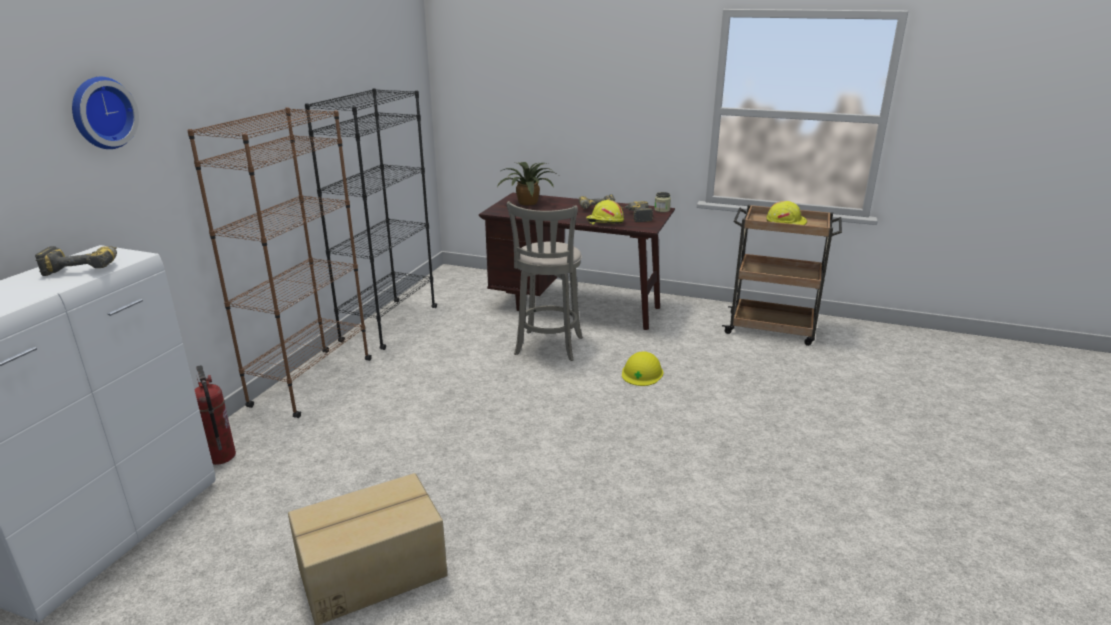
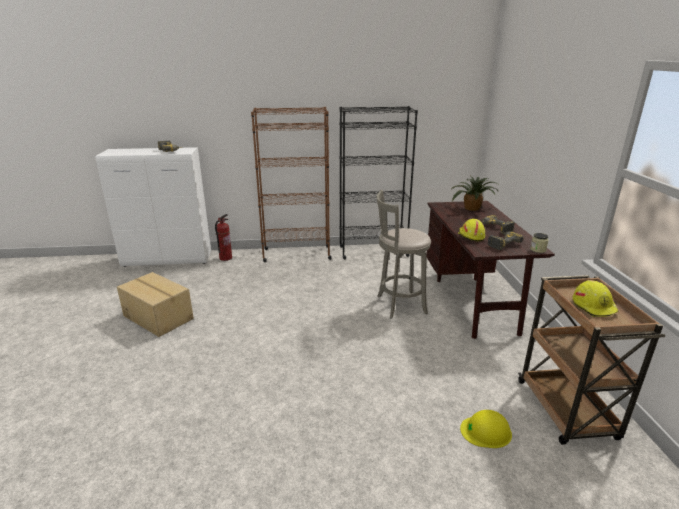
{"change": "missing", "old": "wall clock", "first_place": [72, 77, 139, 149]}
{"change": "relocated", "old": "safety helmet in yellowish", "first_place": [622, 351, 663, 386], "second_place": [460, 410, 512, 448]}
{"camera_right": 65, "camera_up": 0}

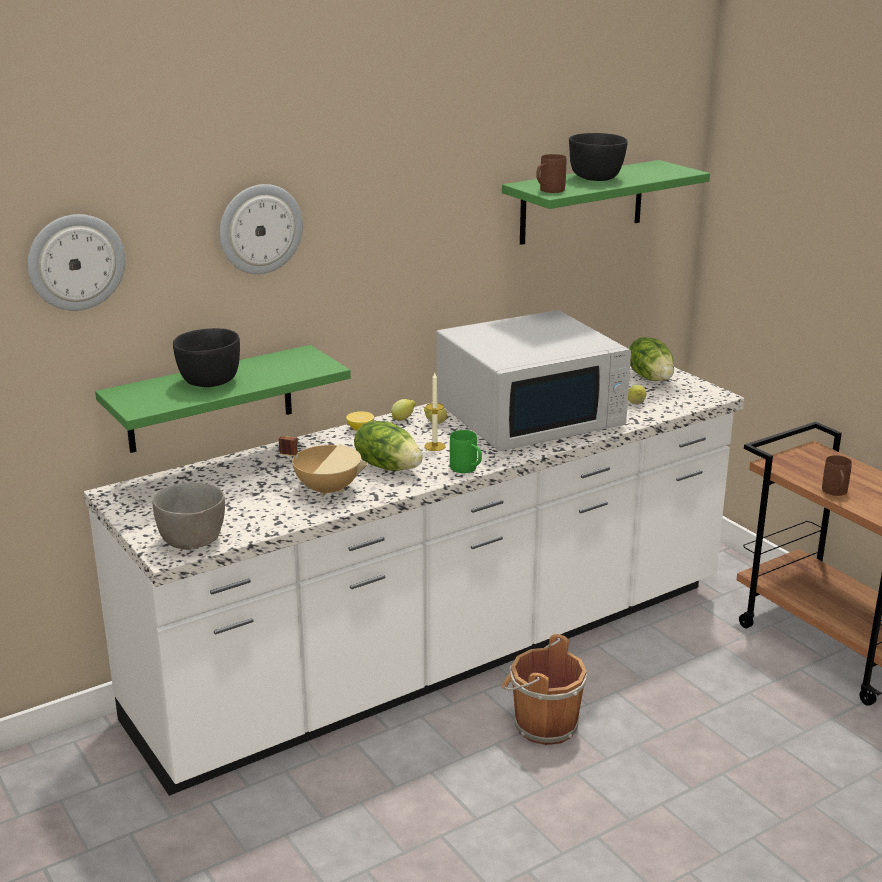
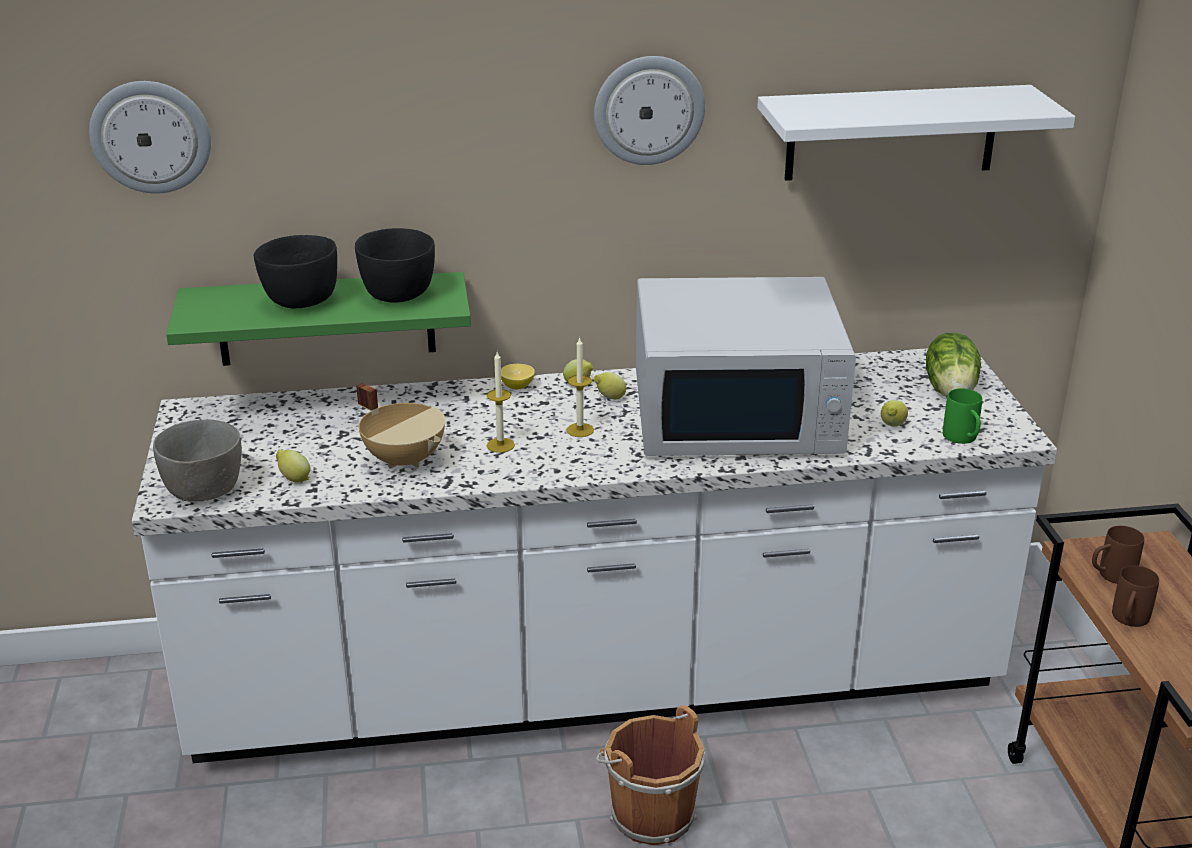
{"change": "relocated", "old": "wall clock", "first_place": [219, 184, 303, 274], "second_place": [594, 56, 705, 165]}
{"change": "exchanged", "old": "lettuce head", "new": "wax candle", "first_place": [354, 421, 423, 471], "second_place": [487, 352, 515, 453]}
{"change": "relocated", "old": "tea mug in greenish", "first_place": [450, 430, 482, 473], "second_place": [943, 388, 982, 444]}
{"change": "colour", "old": "wall shelf in greenish", "new": "wall shelf in white", "first_place": [502, 160, 710, 245], "second_place": [757, 85, 1075, 181]}
{"change": "relocated", "old": "tea mug in brownish", "first_place": [536, 154, 566, 193], "second_place": [1092, 526, 1144, 584]}
{"change": "relocated", "old": "serving bowl in blackish", "first_place": [569, 133, 628, 181], "second_place": [355, 228, 435, 303]}
{"change": "appeared", "new": "whole lemon", "second_place": [276, 450, 311, 483]}
{"camera_right": 25, "camera_up": 5}

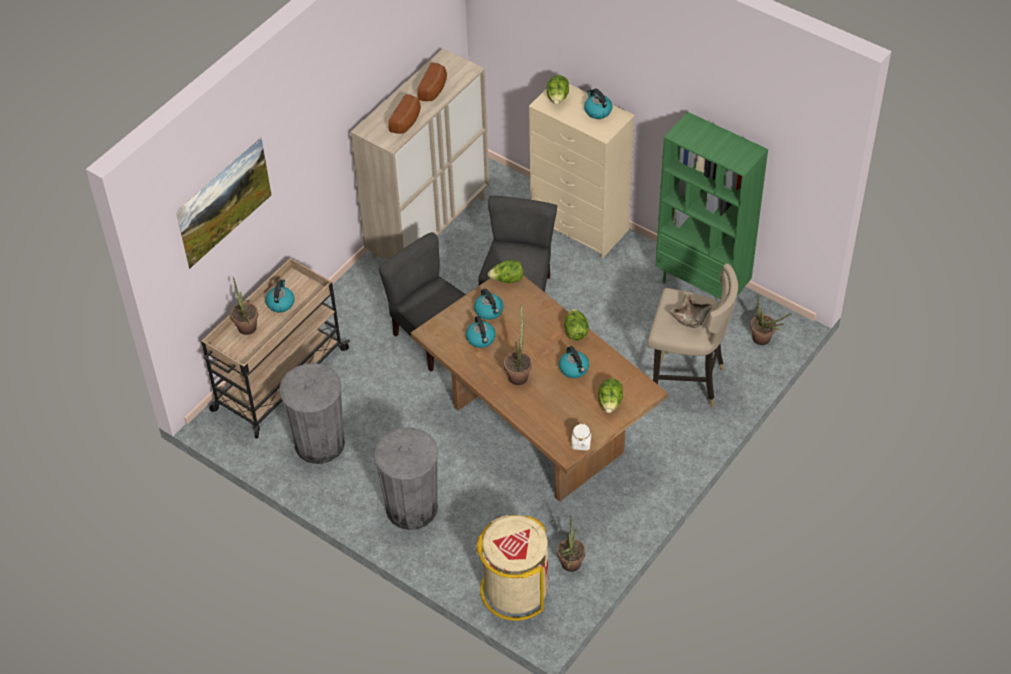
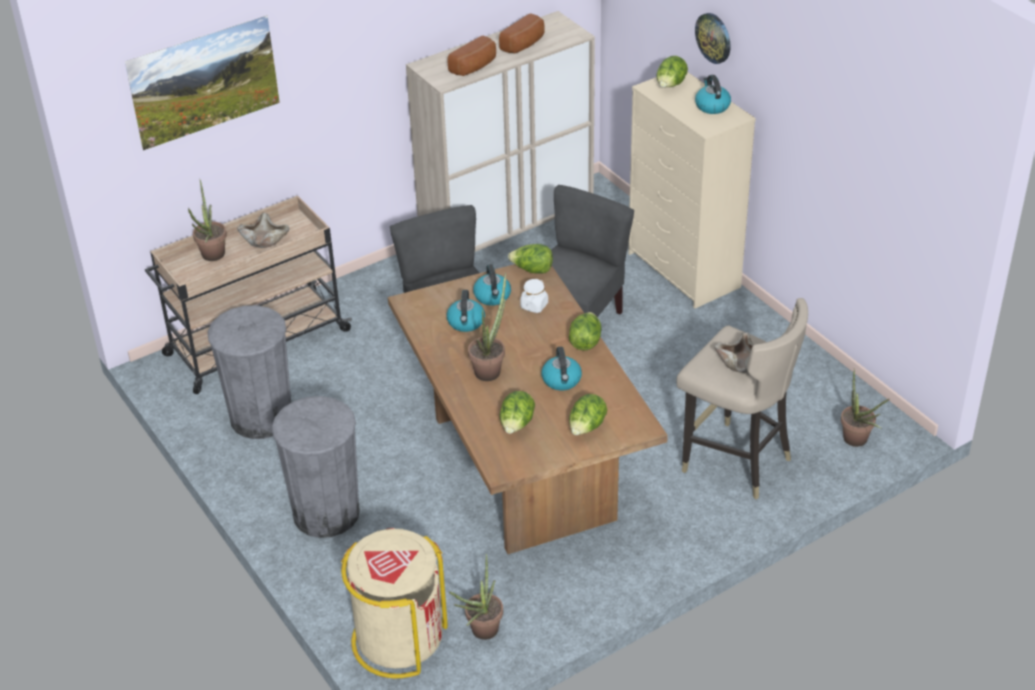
{"change": "exchanged", "old": "tea kettle", "new": "serving bowl in sand-coloured", "first_place": [265, 279, 295, 312], "second_place": [237, 213, 290, 248]}
{"change": "relocated", "old": "storage jar in white", "first_place": [571, 423, 591, 450], "second_place": [520, 279, 548, 313]}
{"change": "missing", "old": "bookcase in greenish", "first_place": [655, 112, 768, 299]}
{"change": "appeared", "new": "lettuce head", "second_place": [499, 391, 535, 434]}
{"change": "appeared", "new": "wall clock", "second_place": [695, 13, 730, 64]}
{"camera_right": 20, "camera_up": -10}

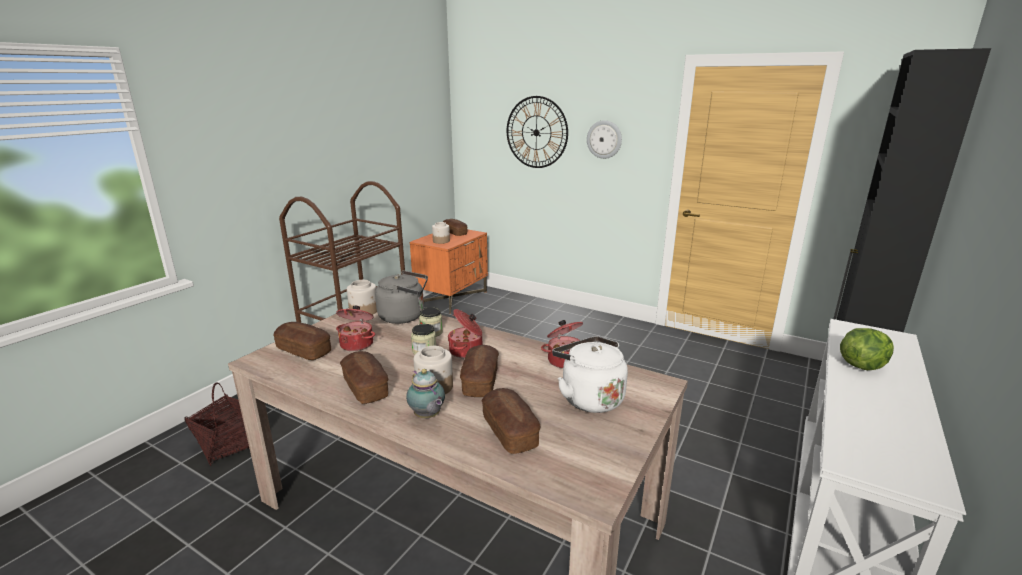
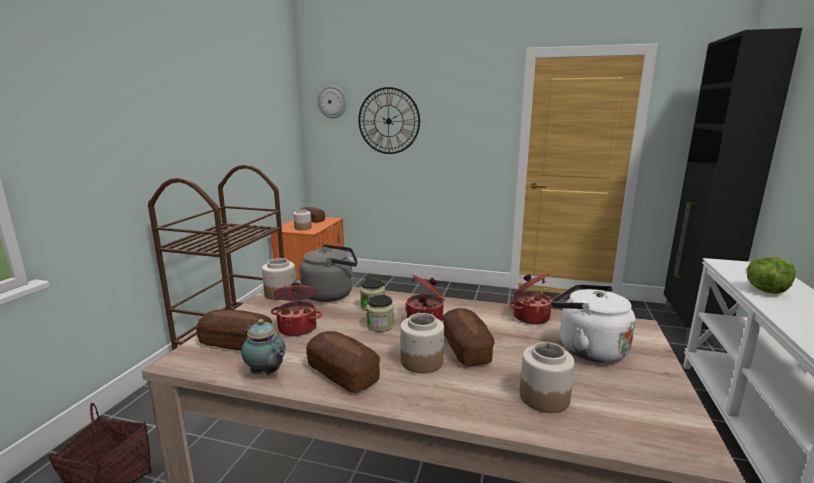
{"change": "relocated", "old": "teapot", "first_place": [406, 369, 445, 418], "second_place": [241, 319, 286, 375]}
{"change": "exchanged", "old": "bakery bread", "new": "storage jar", "first_place": [482, 388, 540, 454], "second_place": [519, 342, 575, 413]}
{"change": "relocated", "old": "wall clock", "first_place": [587, 120, 622, 159], "second_place": [317, 85, 347, 118]}
{"camera_right": -15, "camera_up": -5}

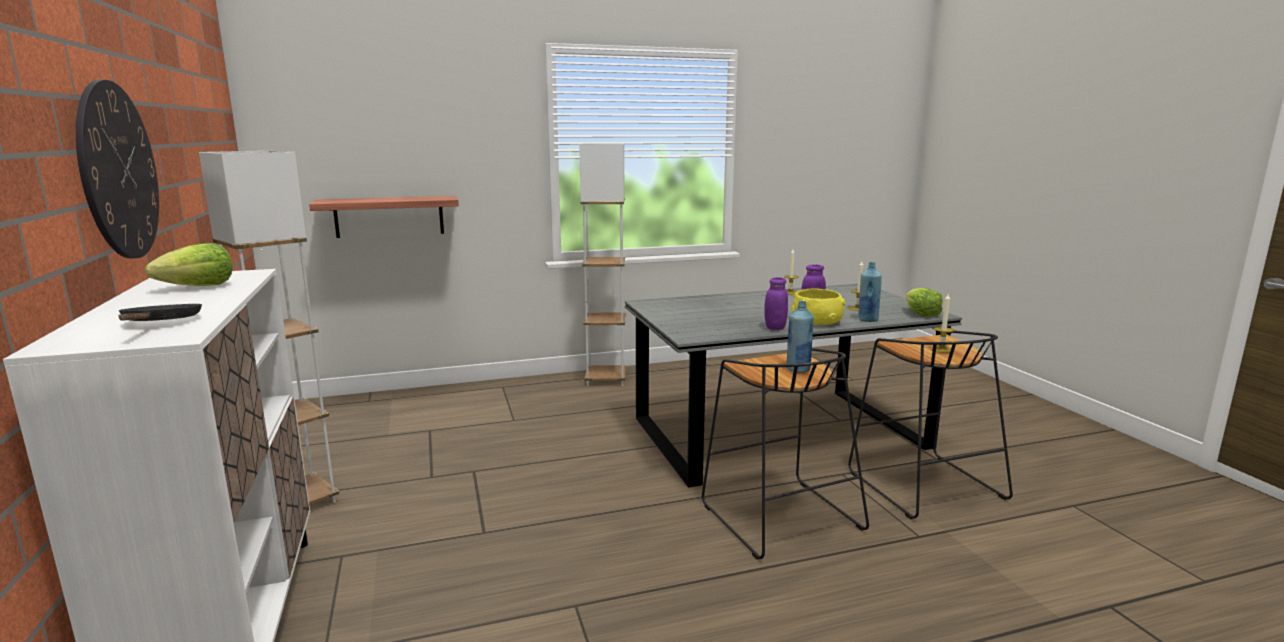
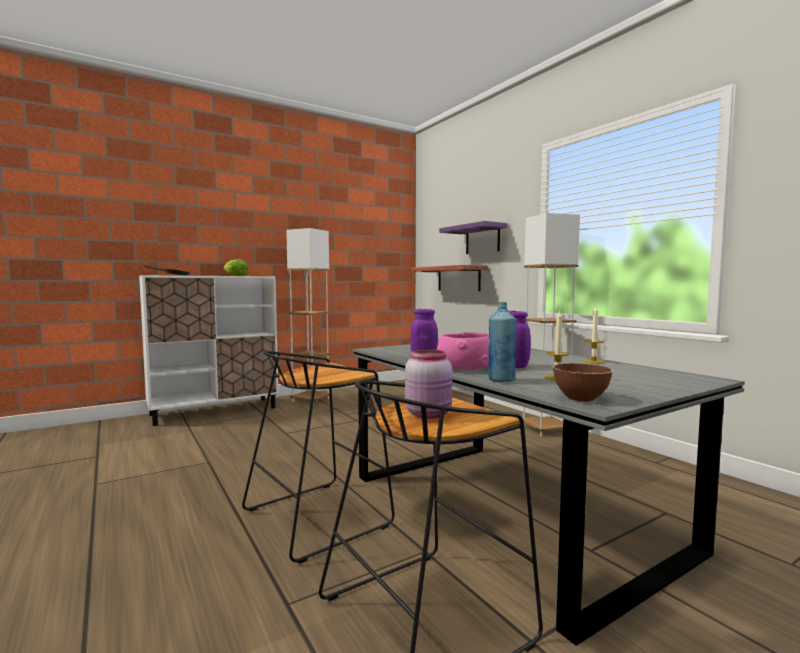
{"change": "missing", "old": "wall clock", "first_place": [76, 80, 159, 259]}
{"change": "missing", "old": "beverage bottle in blue", "first_place": [786, 301, 814, 373]}
{"change": "colour", "old": "serving bowl in yellowish", "new": "serving bowl in pink", "first_place": [791, 288, 846, 325], "second_place": [437, 332, 489, 370]}
{"change": "exchanged", "old": "lettuce head", "new": "serving bowl in brownish", "first_place": [906, 288, 942, 317], "second_place": [553, 363, 613, 402]}
{"change": "exchanged", "old": "wax candle", "new": "storage jar in pink", "first_place": [930, 294, 954, 353], "second_place": [405, 349, 453, 419]}
{"change": "appeared", "new": "wall shelf in purplish", "second_place": [439, 221, 508, 254]}
{"camera_right": 75, "camera_up": -10}

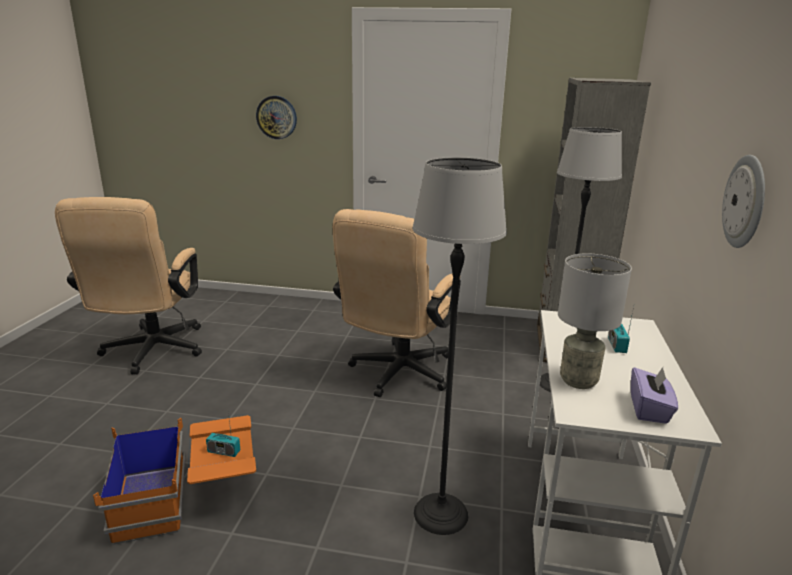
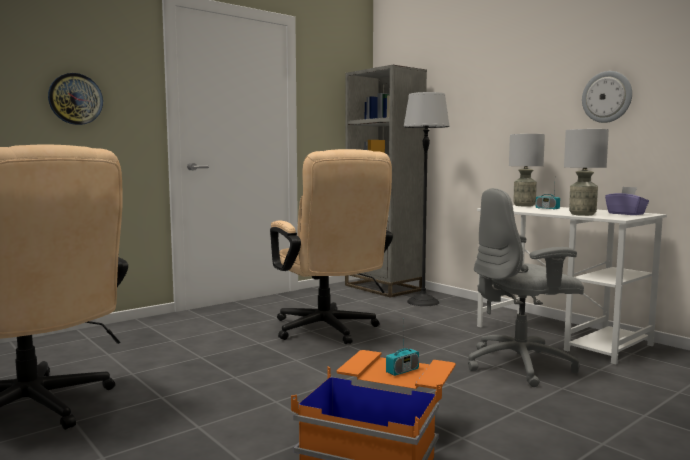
{"change": "exchanged", "old": "floor lamp", "new": "computer chair in grey", "first_place": [413, 157, 507, 535], "second_place": [468, 188, 584, 387]}
{"change": "appeared", "new": "lamp for a table in grey", "second_place": [509, 134, 545, 207]}
{"camera_right": -50, "camera_up": -15}

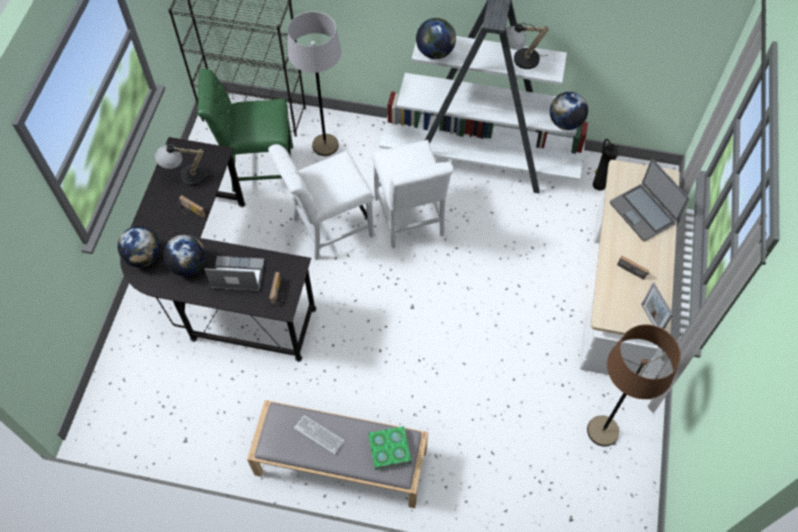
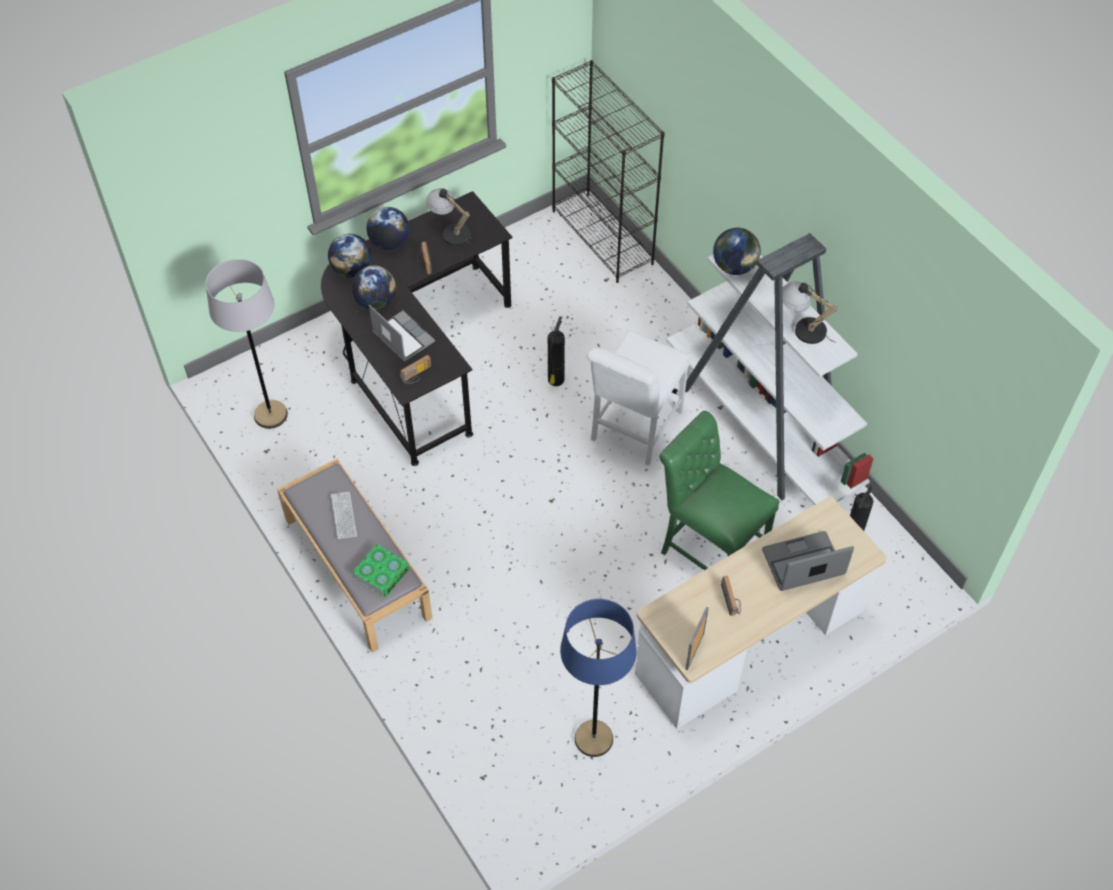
{"change": "relocated", "old": "chair in greenish", "first_place": [197, 69, 293, 192], "second_place": [659, 411, 779, 570]}
{"change": "exchanged", "old": "chair in white", "new": "fire-fighting cylinder", "first_place": [268, 144, 374, 260], "second_place": [548, 316, 565, 386]}
{"change": "relocated", "old": "floor lamp in grey", "first_place": [288, 11, 341, 156], "second_place": [206, 259, 288, 429]}
{"change": "relocated", "old": "globe", "first_place": [550, 92, 588, 130], "second_place": [367, 207, 410, 250]}
{"change": "colour", "old": "floor lamp in brownish", "new": "floor lamp in blue", "first_place": [587, 324, 681, 447], "second_place": [560, 599, 637, 757]}
{"change": "spun", "old": "portable computer", "first_place": [610, 159, 689, 241], "second_place": [762, 531, 854, 591], "degrees": 60}
{"camera_right": 45, "camera_up": -5}

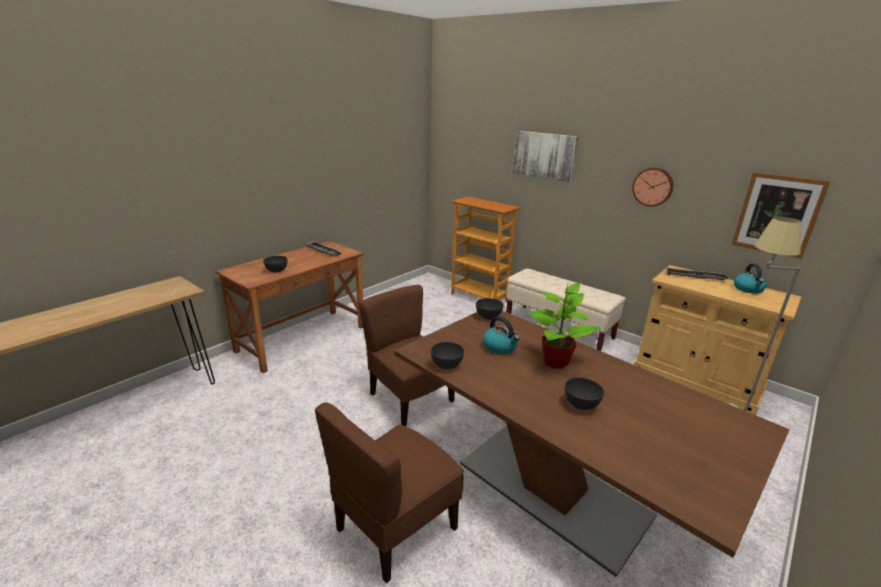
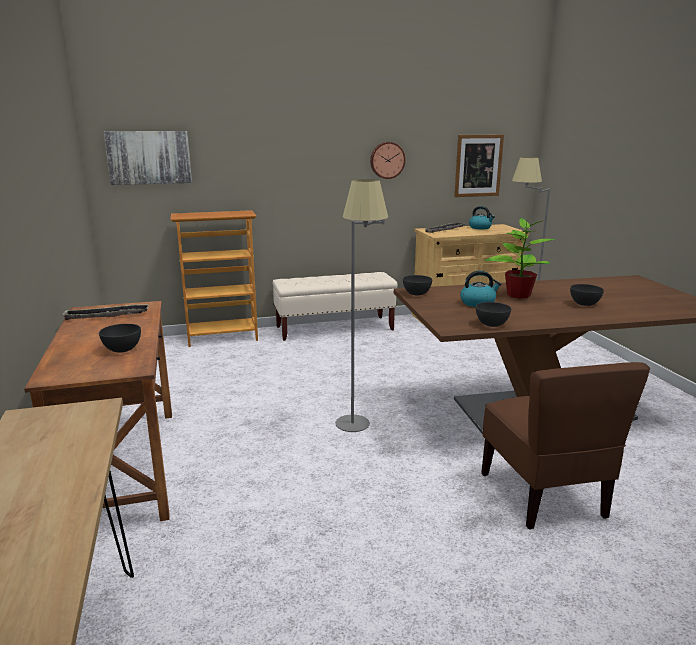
{"change": "exchanged", "old": "chair in brownish", "new": "floor lamp in grey", "first_place": [358, 285, 455, 426], "second_place": [335, 179, 388, 432]}
{"change": "relocated", "old": "wall picture", "first_place": [513, 131, 578, 182], "second_place": [104, 131, 192, 185]}
{"camera_right": -55, "camera_up": -5}

